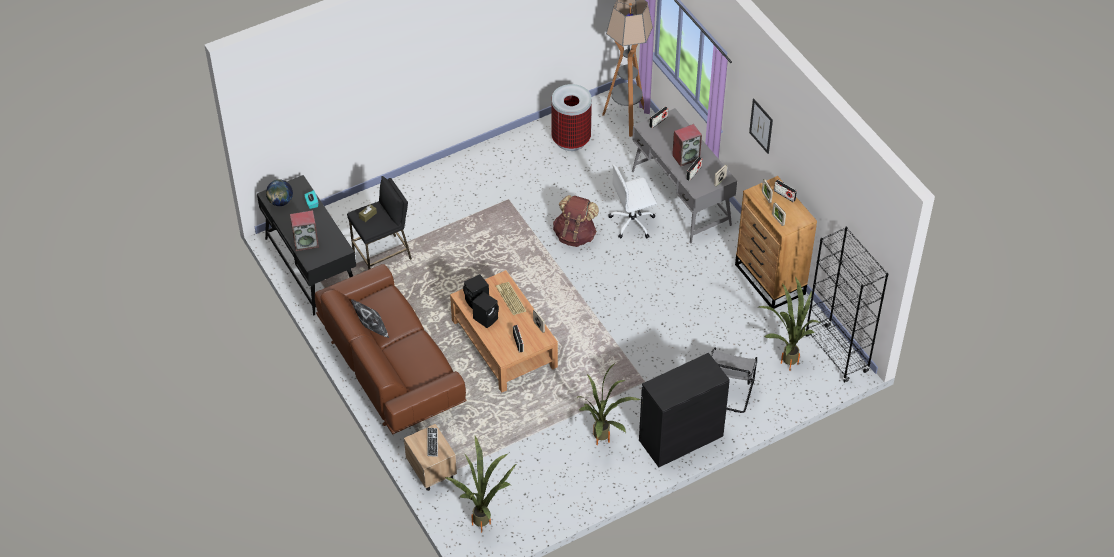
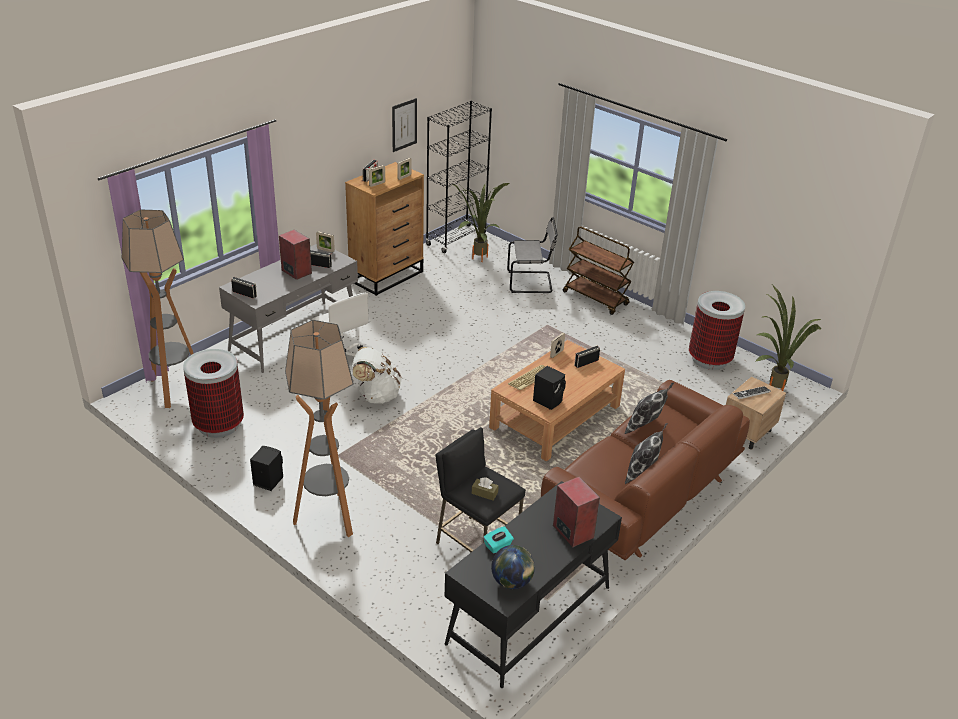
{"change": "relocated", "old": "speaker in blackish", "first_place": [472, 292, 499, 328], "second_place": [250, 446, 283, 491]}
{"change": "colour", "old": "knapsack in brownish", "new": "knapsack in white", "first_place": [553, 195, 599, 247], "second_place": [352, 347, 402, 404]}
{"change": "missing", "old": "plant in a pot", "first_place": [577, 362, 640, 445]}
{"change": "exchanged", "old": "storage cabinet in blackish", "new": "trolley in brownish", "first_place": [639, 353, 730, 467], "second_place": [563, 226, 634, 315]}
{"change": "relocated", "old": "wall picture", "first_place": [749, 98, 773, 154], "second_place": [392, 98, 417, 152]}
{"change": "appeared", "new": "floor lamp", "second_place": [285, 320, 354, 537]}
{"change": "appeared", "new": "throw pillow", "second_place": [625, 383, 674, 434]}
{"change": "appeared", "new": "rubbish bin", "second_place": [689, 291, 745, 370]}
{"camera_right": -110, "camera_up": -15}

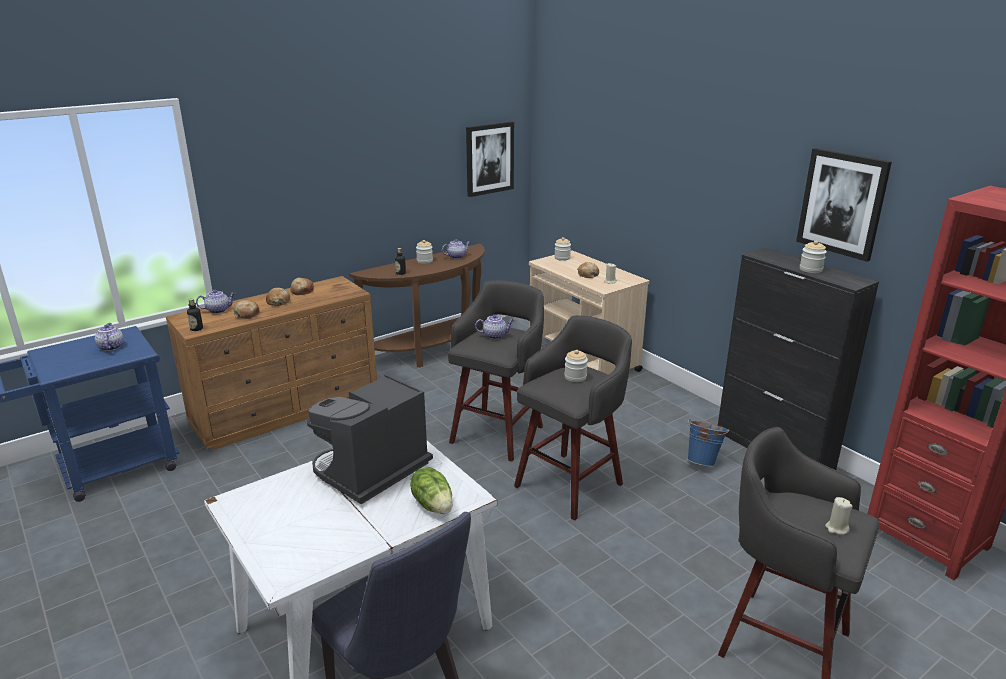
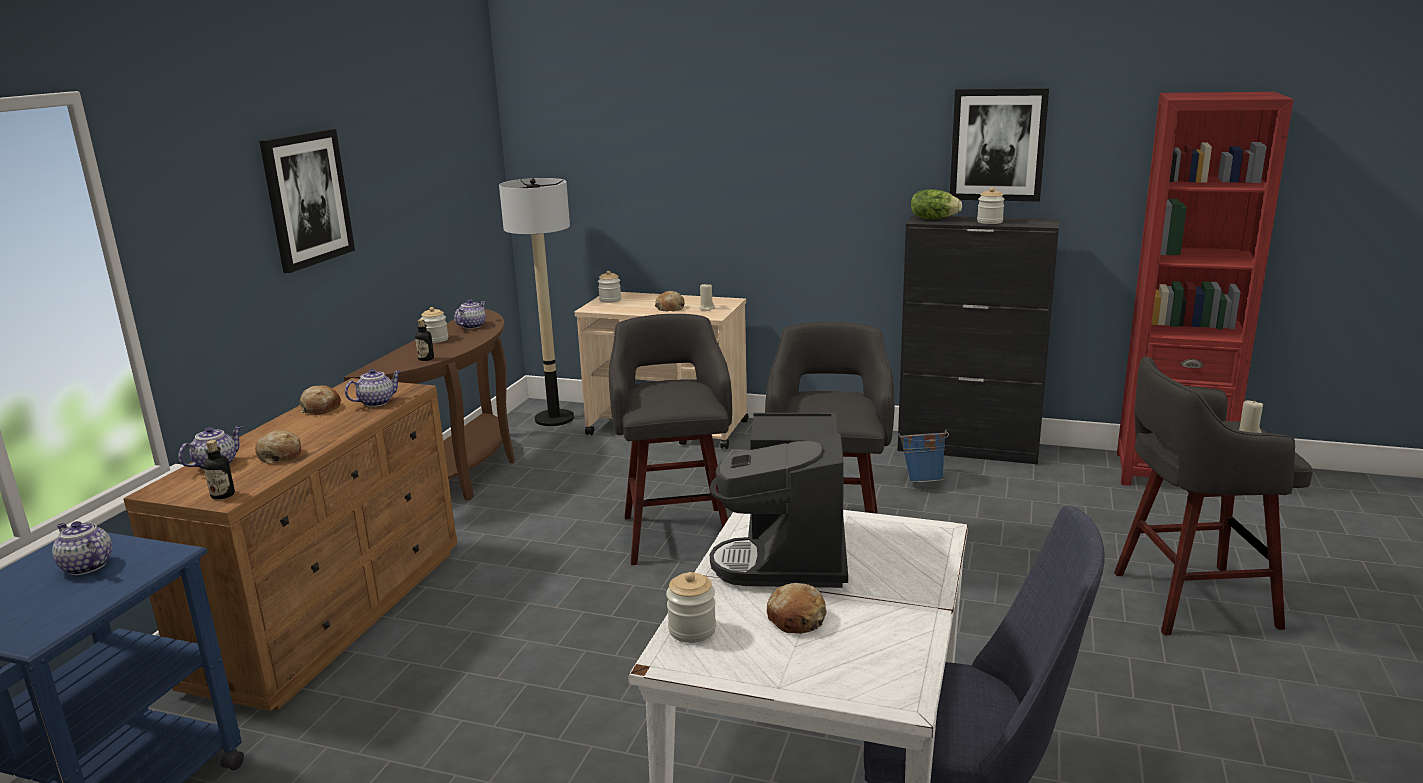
{"change": "relocated", "old": "bakery bread", "first_place": [266, 288, 290, 306], "second_place": [767, 583, 826, 634]}
{"change": "relocated", "old": "lettuce head", "first_place": [410, 467, 453, 514], "second_place": [911, 189, 962, 219]}
{"change": "relocated", "old": "wall picture", "first_place": [466, 122, 514, 197], "second_place": [259, 129, 355, 273]}
{"change": "relocated", "old": "teapot", "first_place": [475, 315, 514, 339], "second_place": [345, 369, 401, 407]}
{"change": "relocated", "old": "storage jar", "first_place": [564, 350, 588, 382], "second_place": [666, 572, 716, 643]}
{"change": "appeared", "new": "floor lamp", "second_place": [499, 178, 574, 426]}
{"camera_right": -35, "camera_up": -5}

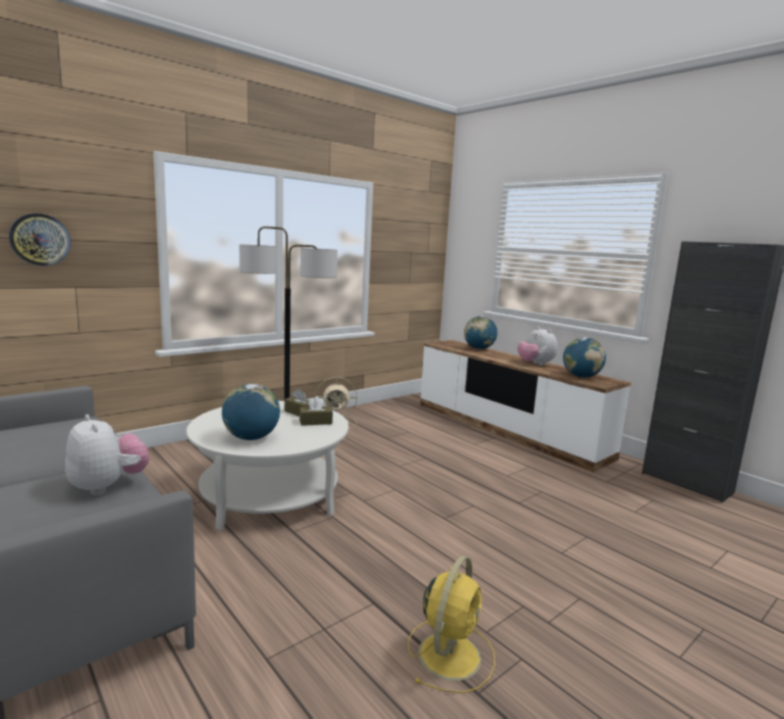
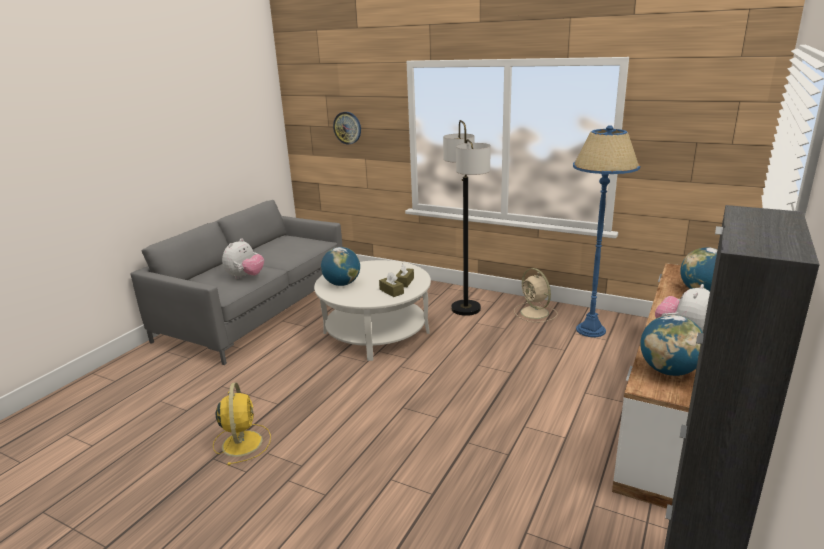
{"change": "spun", "old": "electric fan in yellowish", "first_place": [408, 556, 495, 693], "second_place": [213, 383, 271, 465], "degrees": -105}
{"change": "appeared", "new": "floor lamp in blue", "second_place": [573, 125, 640, 337]}
{"camera_right": 70, "camera_up": 10}

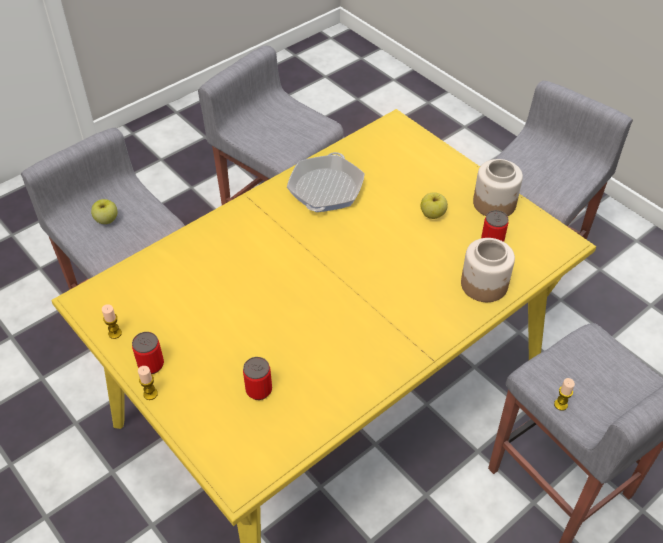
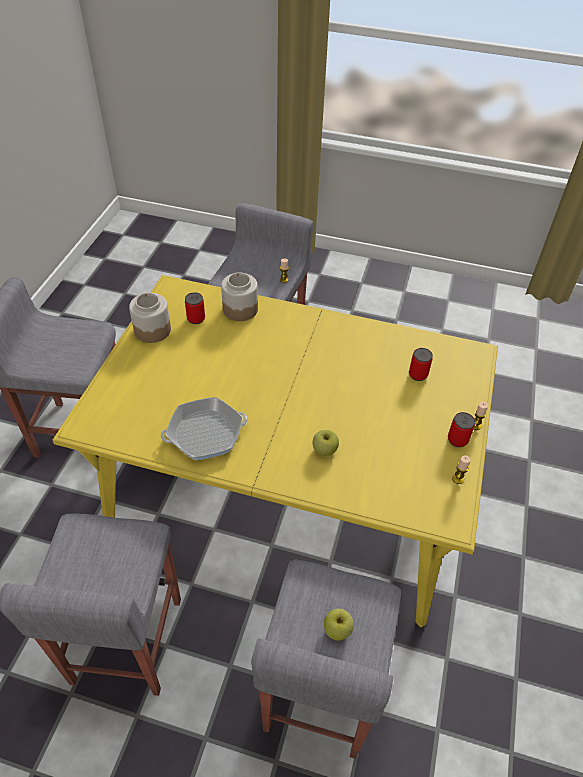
{"change": "relocated", "old": "apple", "first_place": [421, 192, 448, 219], "second_place": [313, 430, 339, 456]}
{"camera_right": -125, "camera_up": 0}

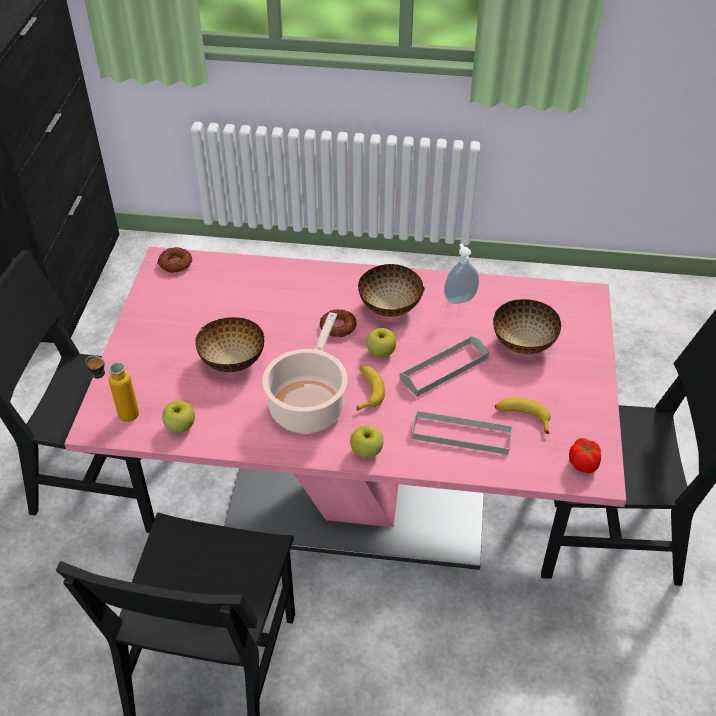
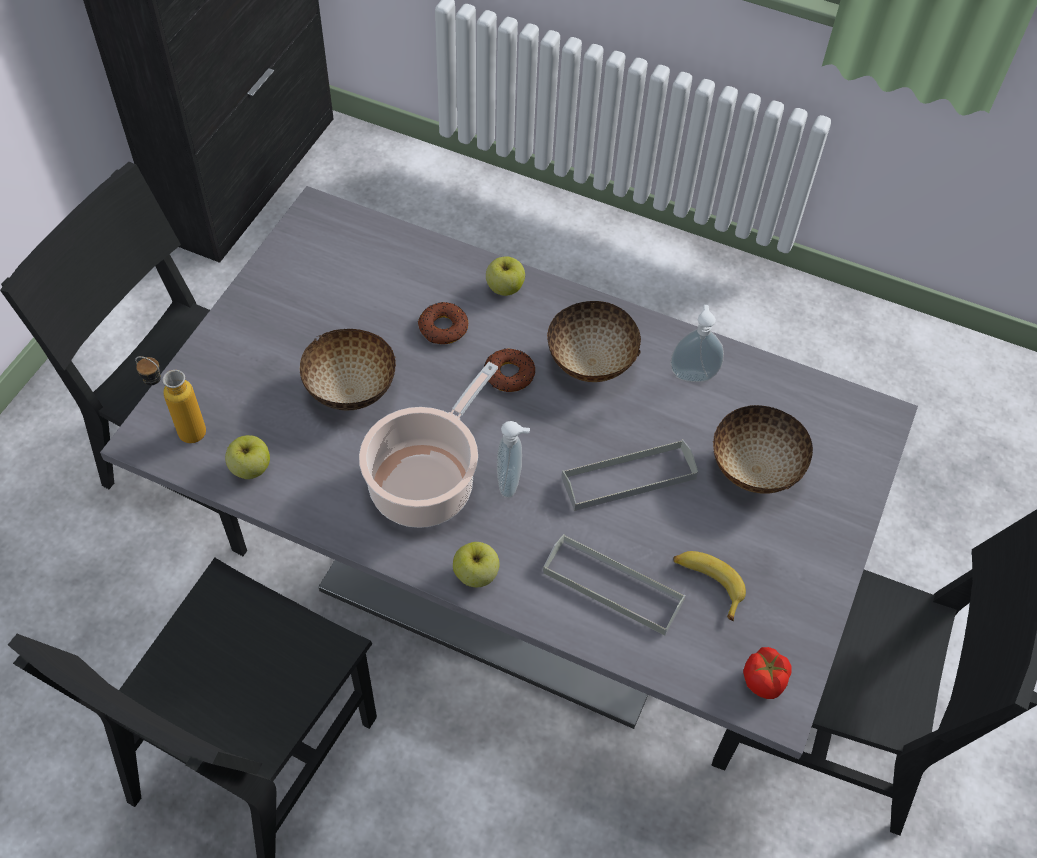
{"change": "colour", "old": "dinner table in pink", "new": "dinner table in grey", "first_place": [64, 247, 626, 570], "second_place": [100, 186, 918, 759]}
{"change": "relocated", "old": "donut", "first_place": [157, 247, 192, 273], "second_place": [418, 302, 468, 344]}
{"change": "exchanged", "old": "whole banana", "new": "soap bottle", "first_place": [356, 365, 385, 411], "second_place": [497, 421, 530, 498]}
{"change": "relocated", "old": "apple", "first_place": [366, 328, 396, 358], "second_place": [486, 256, 525, 296]}
{"camera_right": 15, "camera_up": 10}

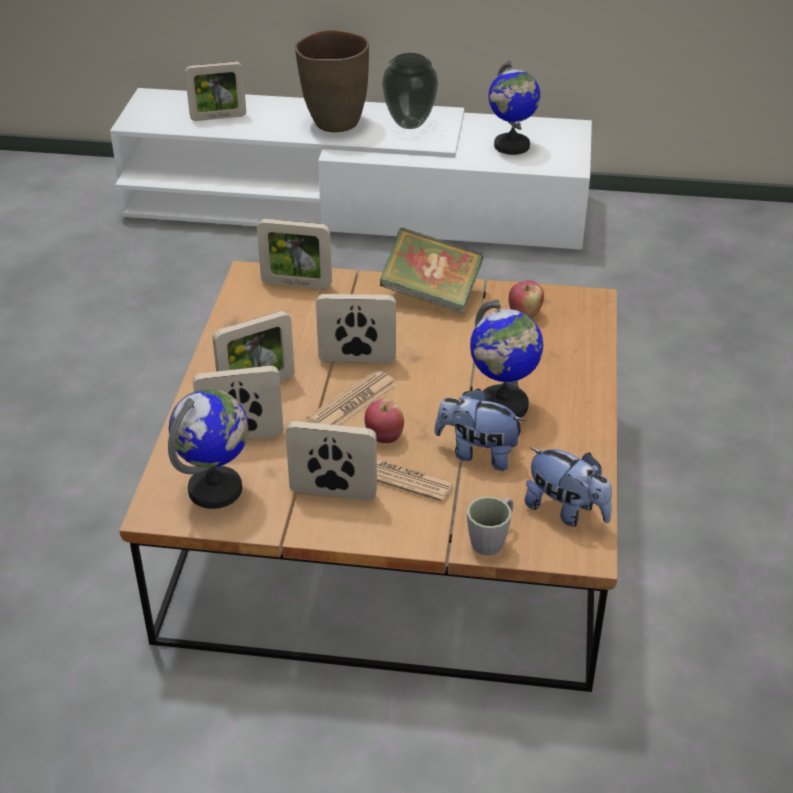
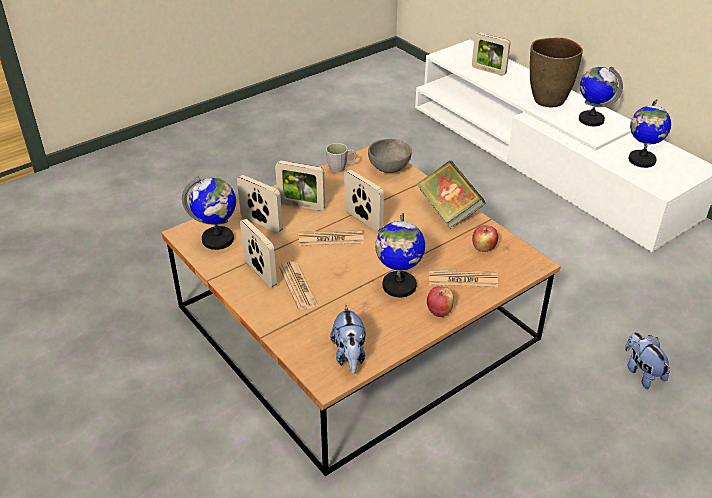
{"change": "exchanged", "old": "photo frame", "new": "serving bowl in grey", "first_place": [257, 219, 332, 289], "second_place": [368, 139, 412, 173]}
{"change": "relocated", "old": "apple", "first_place": [365, 399, 404, 443], "second_place": [427, 286, 454, 317]}
{"change": "exchanged", "old": "vase", "new": "globe", "first_place": [382, 53, 438, 129], "second_place": [579, 66, 623, 126]}
{"change": "relocated", "old": "cuddly toy", "first_place": [435, 388, 526, 471], "second_place": [625, 332, 670, 389]}
{"change": "relocated", "old": "tea mug in grey", "first_place": [467, 497, 513, 556], "second_place": [325, 143, 356, 172]}
{"change": "appeared", "new": "newspaper", "second_place": [429, 270, 498, 287]}
{"camera_right": 45, "camera_up": 0}

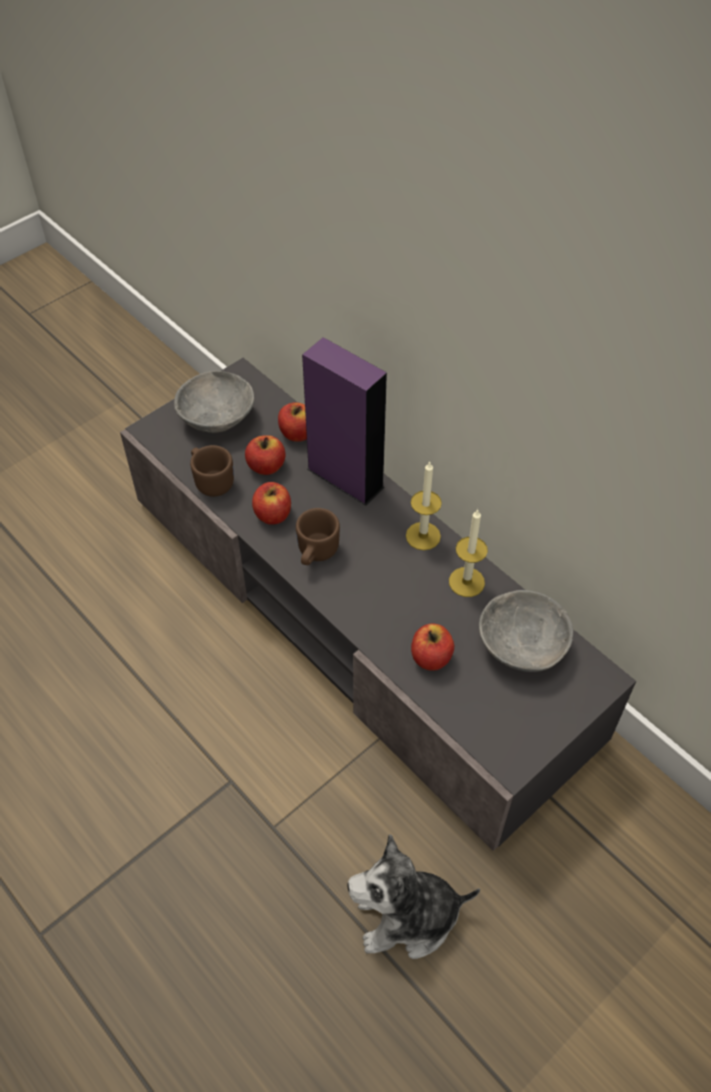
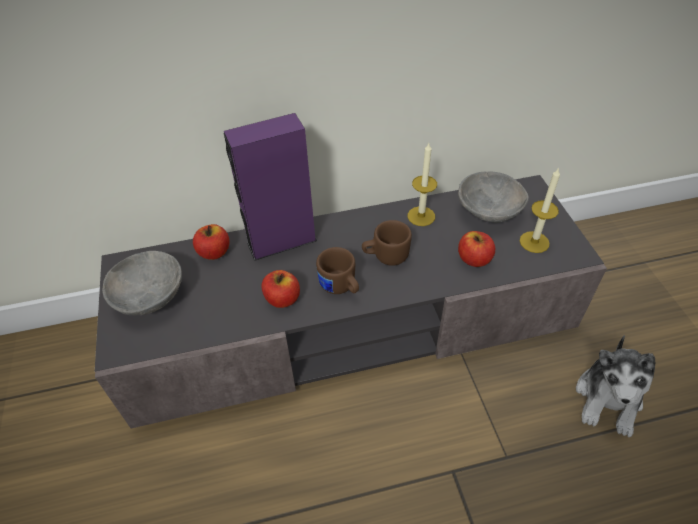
{"change": "relocated", "old": "tea mug in brownish", "first_place": [190, 445, 234, 497], "second_place": [362, 220, 412, 266]}
{"change": "missing", "old": "apple", "first_place": [245, 435, 285, 475]}
{"change": "relocated", "old": "wax candle", "first_place": [406, 461, 442, 550], "second_place": [520, 167, 560, 253]}
{"camera_right": -60, "camera_up": -5}

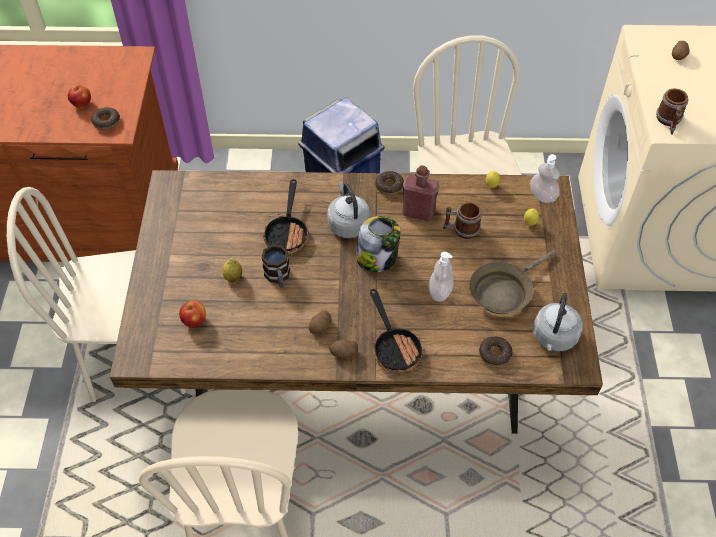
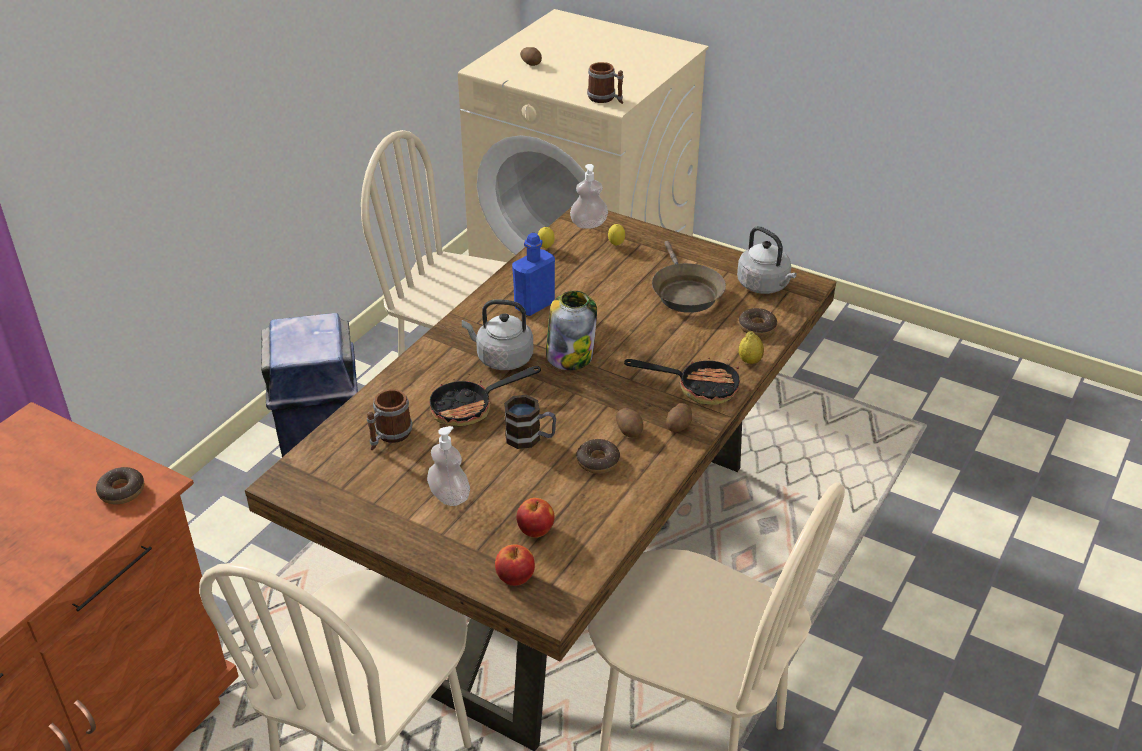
{"change": "relocated", "old": "apple", "first_place": [68, 84, 91, 108], "second_place": [495, 544, 535, 586]}
{"change": "relocated", "old": "whole lemon", "first_place": [223, 258, 242, 282], "second_place": [739, 331, 764, 364]}
{"change": "spun", "old": "pan", "first_place": [263, 179, 309, 254], "second_place": [429, 366, 541, 426], "degrees": 120}
{"change": "relocated", "old": "donut", "first_place": [375, 171, 404, 195], "second_place": [576, 439, 620, 474]}
{"change": "colour", "old": "beverage bottle in red", "new": "beverage bottle in blue", "first_place": [403, 165, 439, 221], "second_place": [512, 233, 555, 316]}
{"change": "relocated", "old": "soap bottle", "first_place": [429, 252, 454, 302], "second_place": [427, 426, 470, 506]}
{"change": "relocated", "old": "tea mug", "first_place": [443, 202, 482, 239], "second_place": [367, 389, 413, 450]}
{"camera_right": -60, "camera_up": -15}

